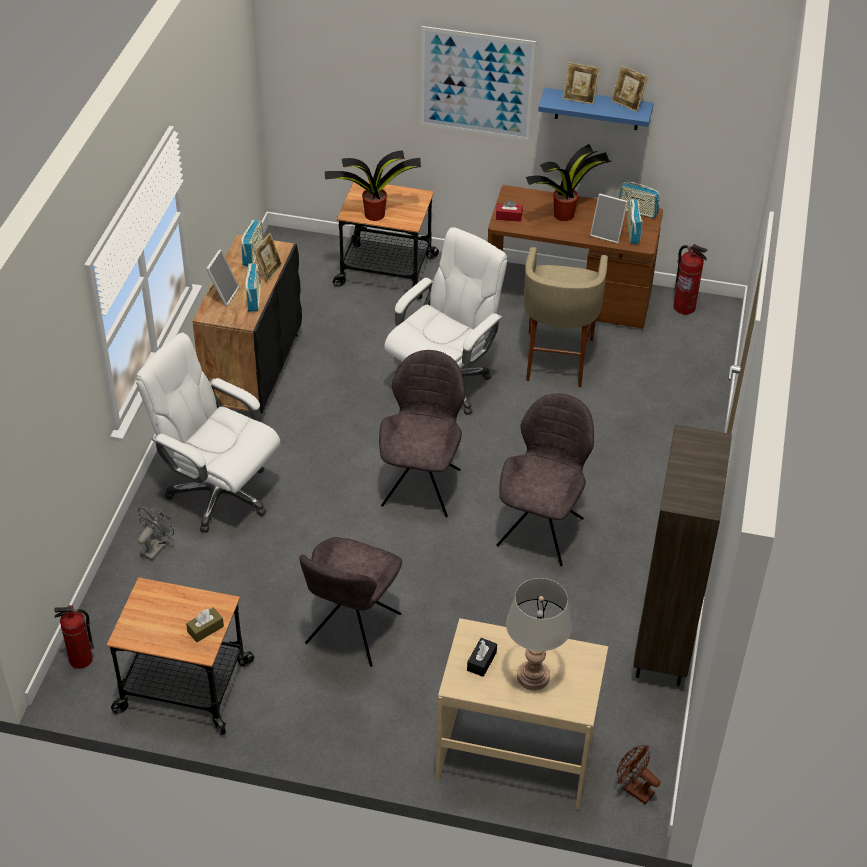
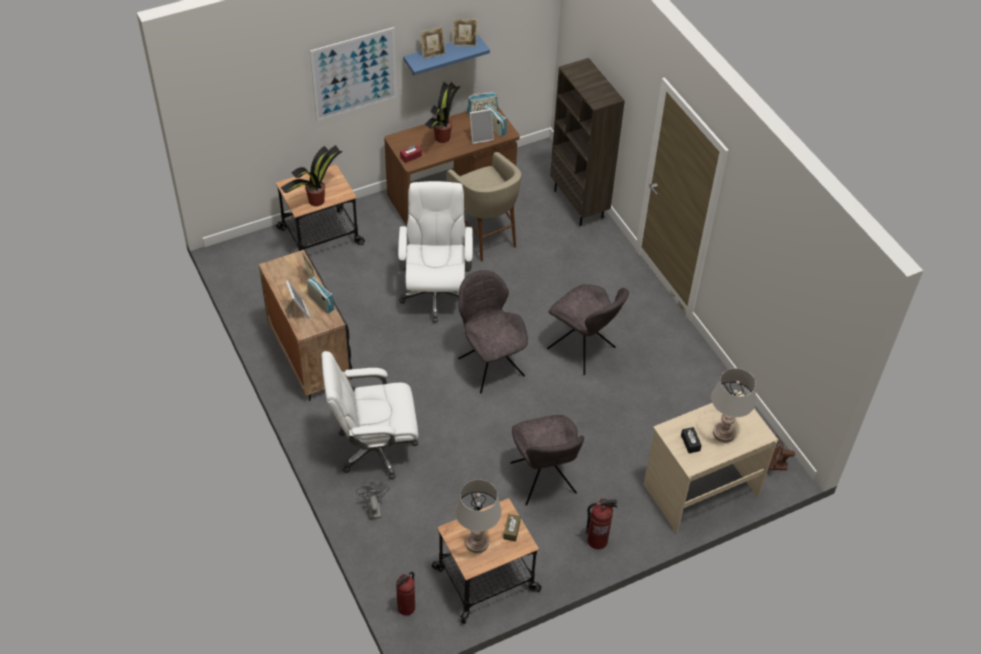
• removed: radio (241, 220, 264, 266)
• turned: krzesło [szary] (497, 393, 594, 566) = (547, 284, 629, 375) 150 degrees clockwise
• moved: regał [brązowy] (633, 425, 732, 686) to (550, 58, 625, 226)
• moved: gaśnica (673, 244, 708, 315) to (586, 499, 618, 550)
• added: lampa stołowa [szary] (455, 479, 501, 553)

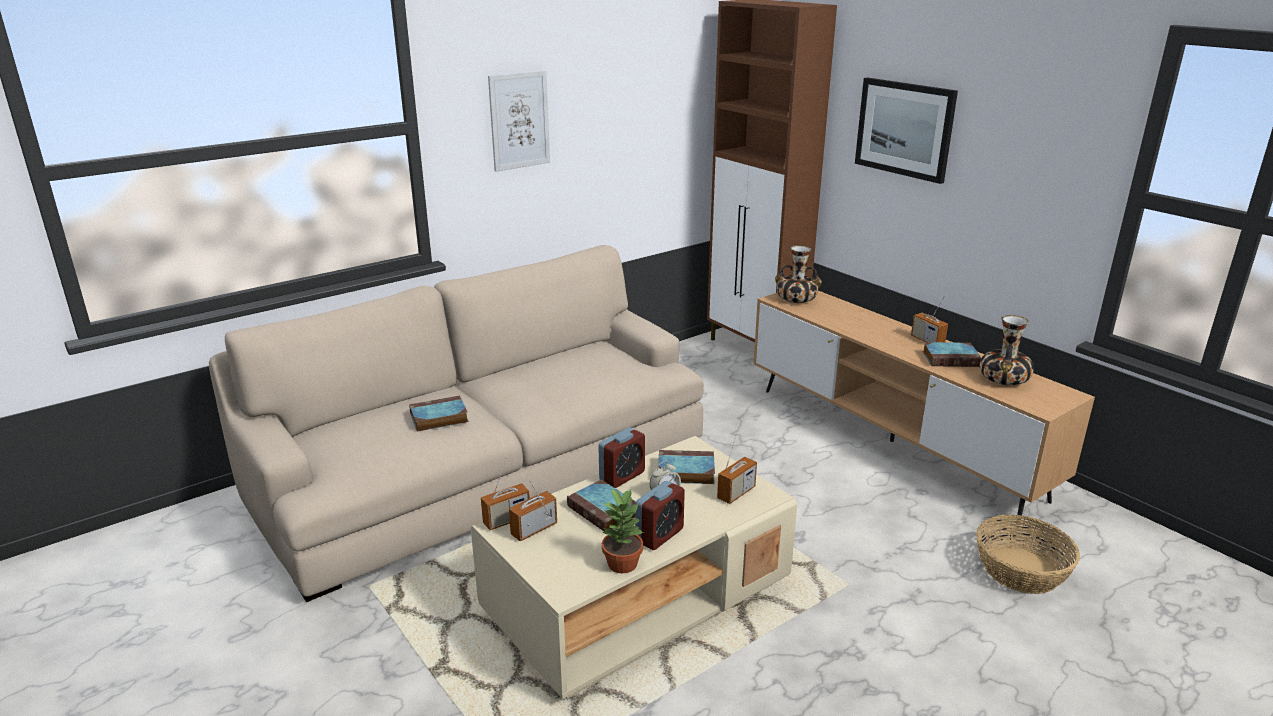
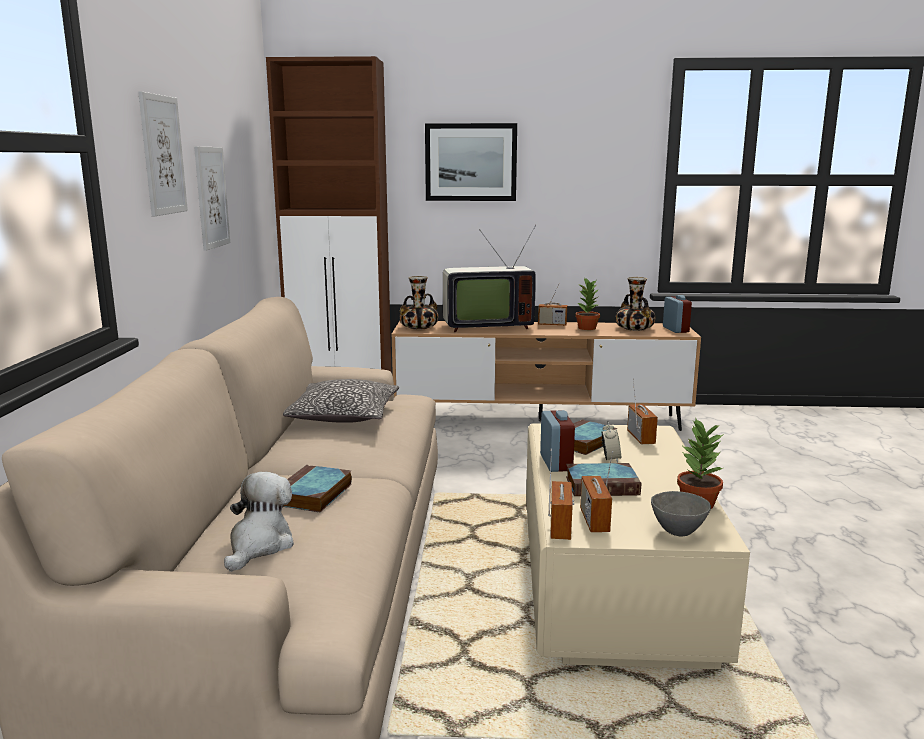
• moved: budzik (635, 481, 685, 550) to (663, 295, 692, 333)
• replaced: książka (923, 342, 981, 367) to roślina doniczkowa (575, 278, 600, 330)
• removed: koszyk (976, 515, 1080, 594)
• added: obraz (194, 146, 230, 251)
• added: pluszak (224, 472, 294, 572)
• added: poduszka (283, 379, 399, 423)
• added: telewizor (443, 225, 536, 332)
• added: miska [szary] (651, 491, 711, 536)

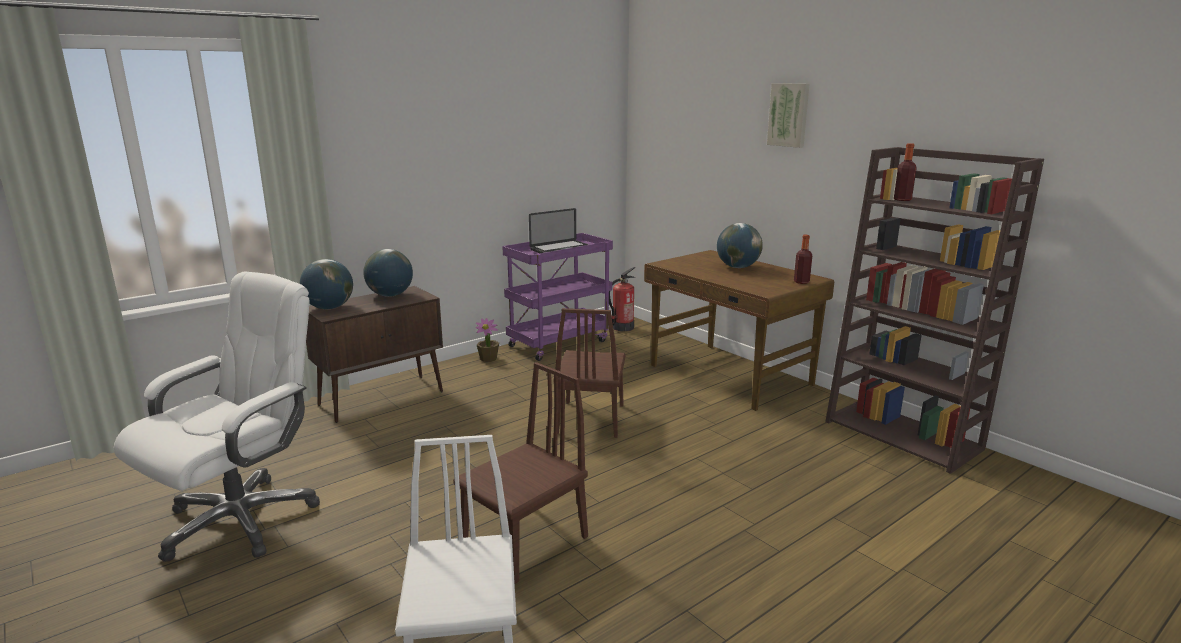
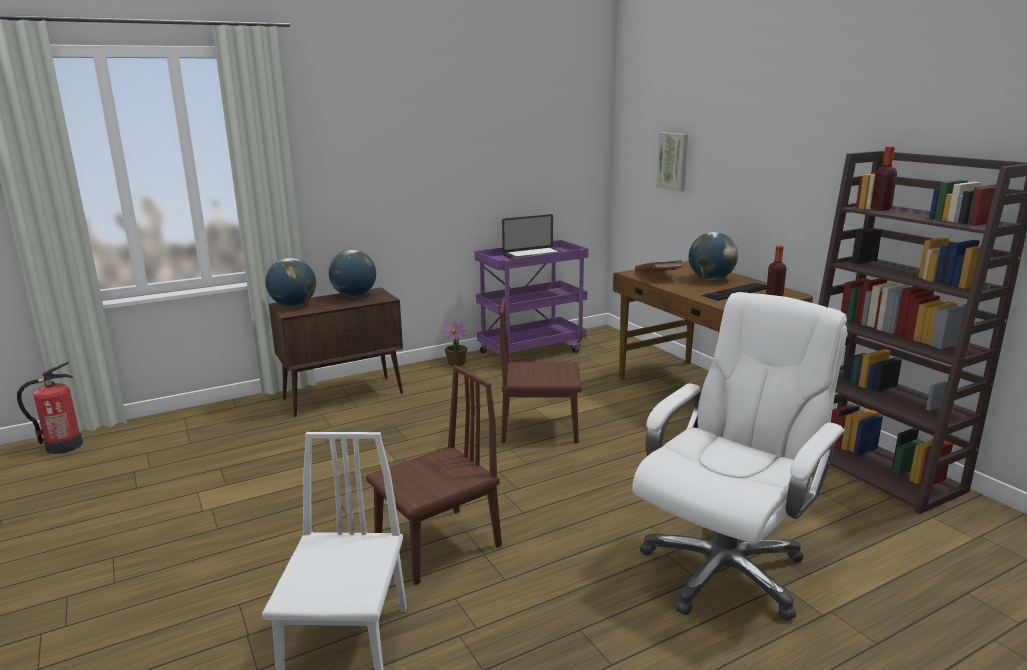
• moved: krzesło biurowe [biały] (114, 272, 320, 562) to (632, 292, 847, 621)
• turned: krzesło [brązowy] (553, 308, 626, 438) = (500, 298, 582, 443) 75 degrees clockwise
• moved: gaśnica (609, 267, 635, 331) to (17, 362, 83, 454)
• moved: obraz (767, 83, 809, 148) to (656, 132, 688, 192)
• added: książka [brązowy] (635, 260, 682, 272)
• added: klawiatura (702, 283, 767, 301)

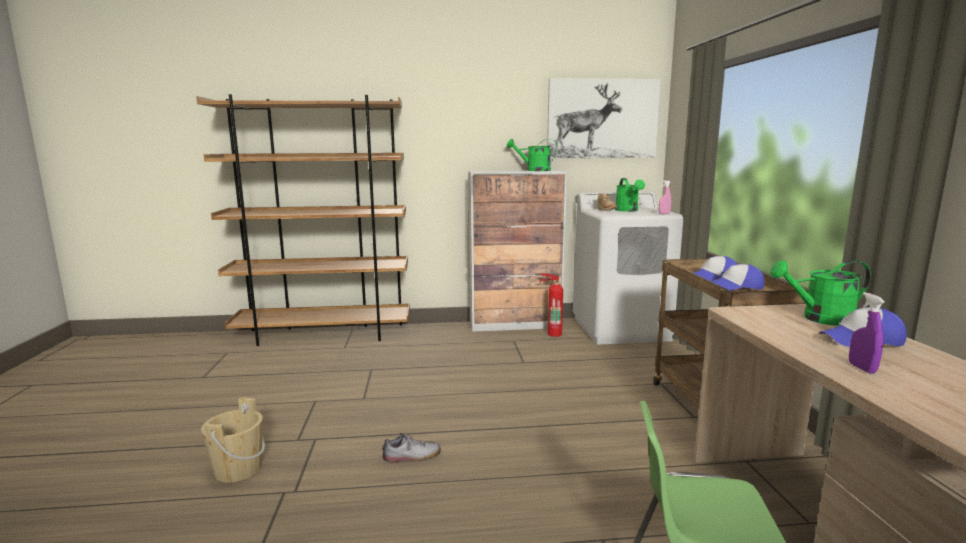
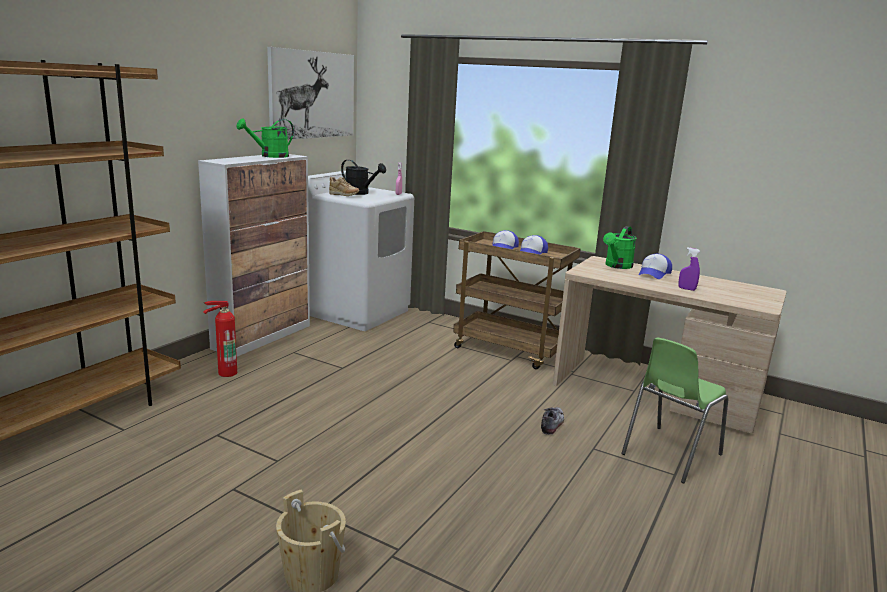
• moved: but (382, 433, 441, 463) to (541, 407, 564, 435)
• moved: gaśnica (540, 273, 563, 337) to (203, 301, 237, 377)
• recoloured: konewka [zielony] (615, 178, 645, 212) to konewka [czarny] (341, 160, 386, 195)

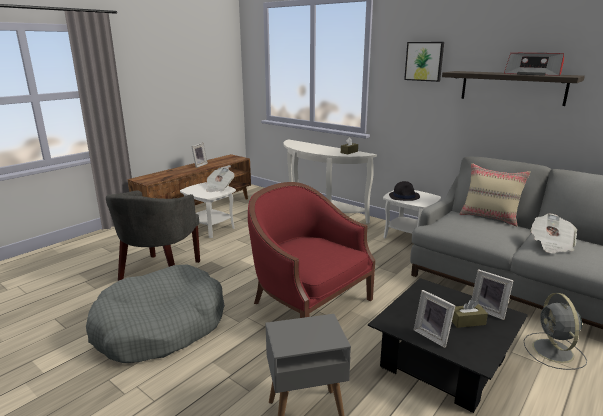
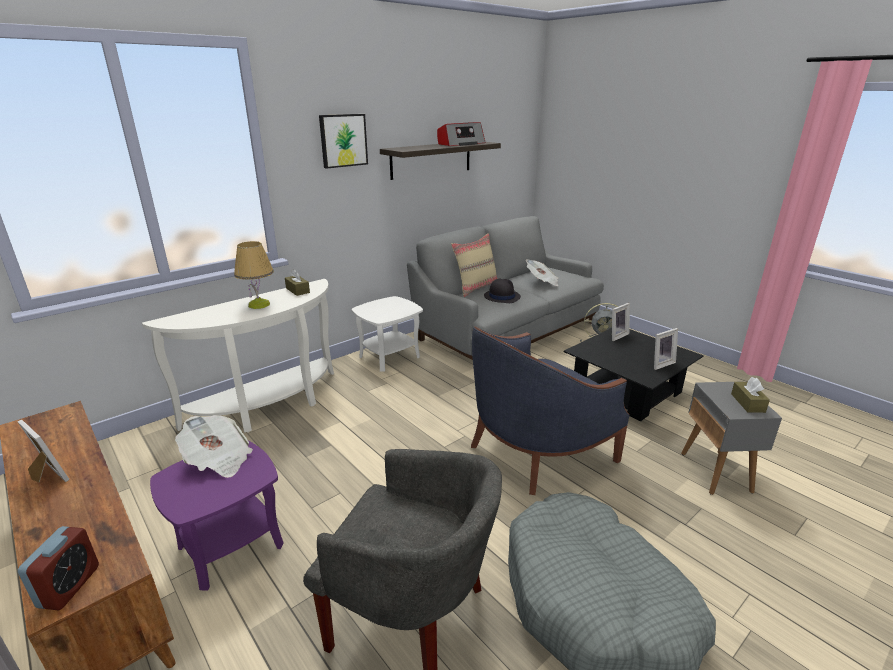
• recoloured: stolik [biały] (180, 182, 236, 238) to stolik [fioletowy] (150, 441, 284, 591)
• recoloured: fotel [czerwony] (248, 182, 375, 318) to fotel [niebieski] (471, 326, 630, 495)
• moved: kapelusz [czarny] (389, 181, 420, 201) to (484, 279, 521, 303)
• moved: pudełko chusteczek [brązowy] (452, 299, 488, 328) to (731, 377, 770, 413)
• added: budzik (18, 526, 99, 611)
• added: lampa stołowa (234, 241, 274, 309)

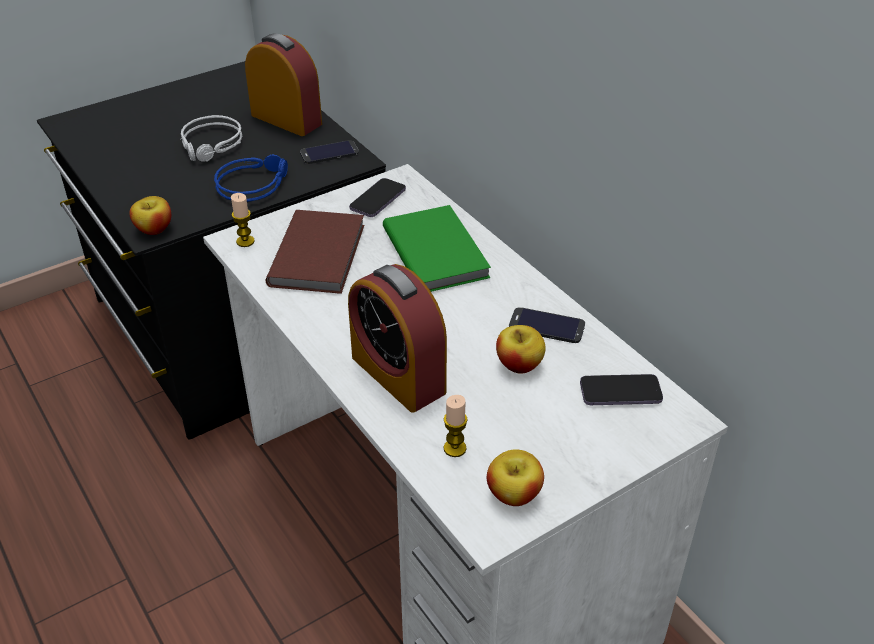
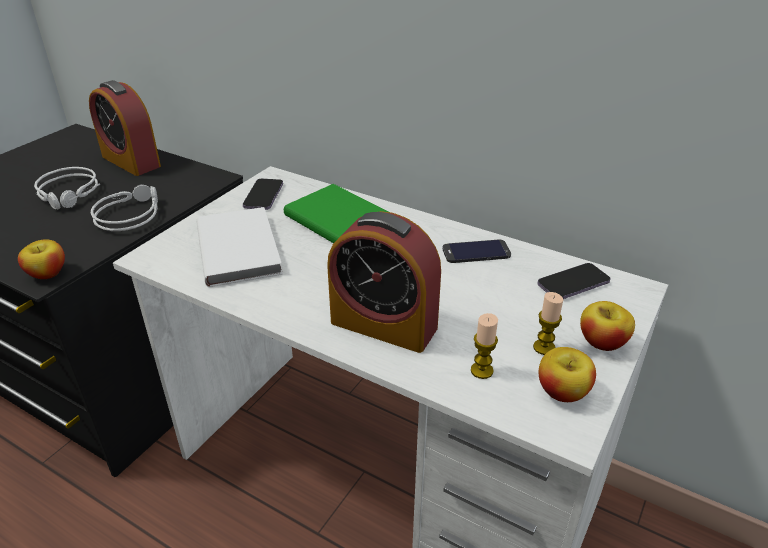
• recoloured: słuchawki [niebieski] (214, 154, 288, 202) to słuchawki [szary] (91, 184, 158, 231)
• moved: świeca (231, 193, 255, 247) to (533, 292, 563, 355)
• turned: budzik (245, 34, 322, 136) = (89, 80, 161, 176) 150 degrees counterclockwise
• recoloured: książka [brązowy] (266, 210, 364, 294) to książka [biały] (196, 207, 283, 287)
• removed: telefon (300, 140, 359, 164)
• moved: jabłko (496, 325, 546, 374) to (580, 301, 635, 351)

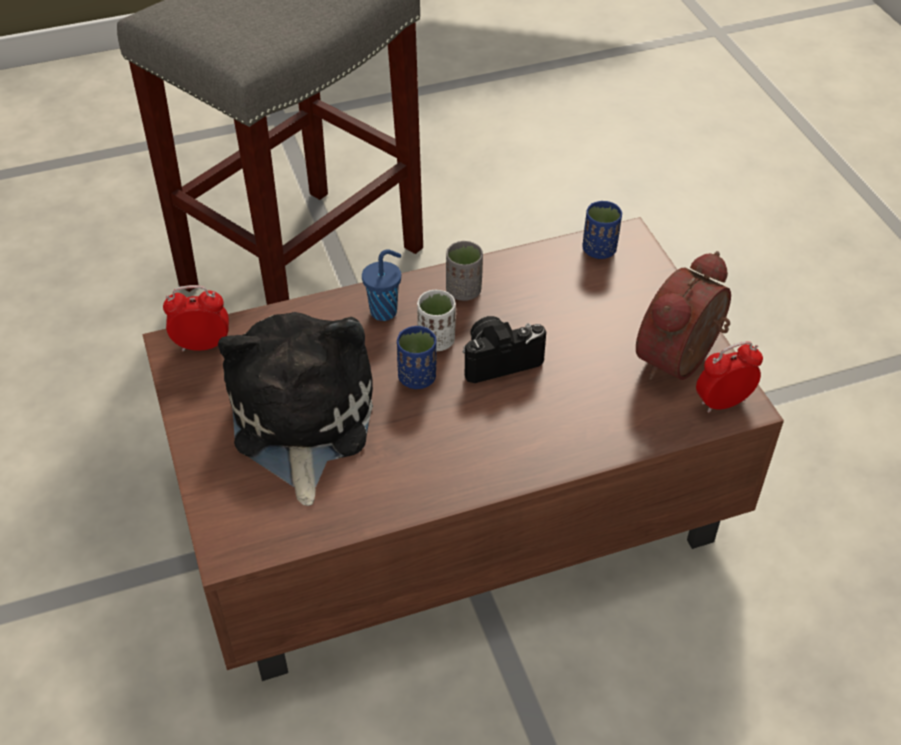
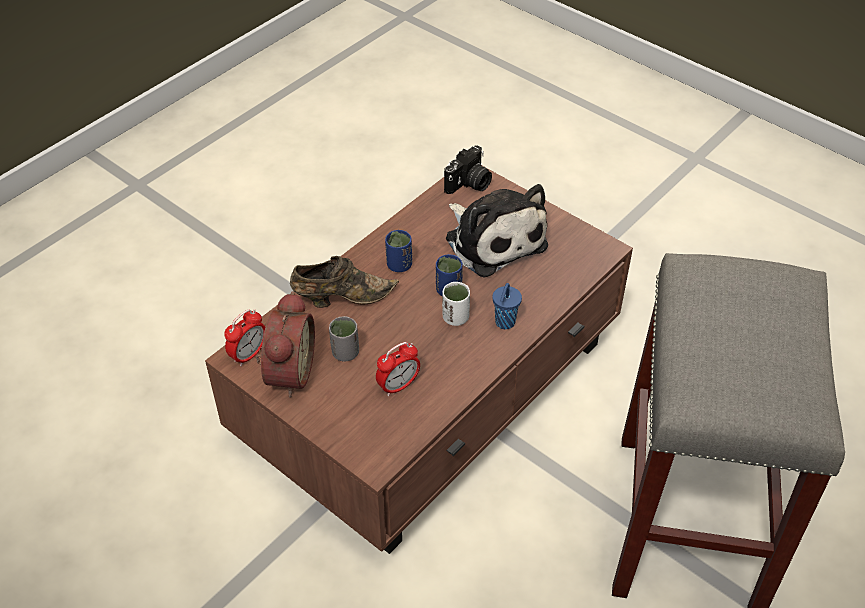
• moved: budzik (163, 285, 229, 351) to (376, 342, 420, 396)
• moved: filiżanka [szary] (446, 241, 483, 301) to (329, 316, 359, 361)
• moved: aparat fotograficzny (463, 316, 546, 383) to (444, 146, 492, 194)
• moved: filiżanka [niebieski] (582, 201, 622, 259) to (385, 230, 412, 272)
• added: but [brązowy] (290, 256, 399, 308)

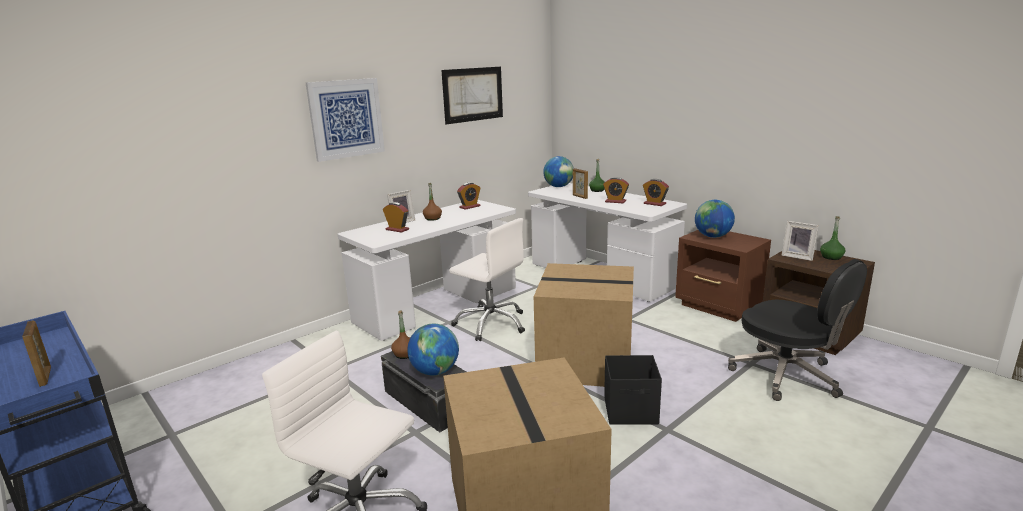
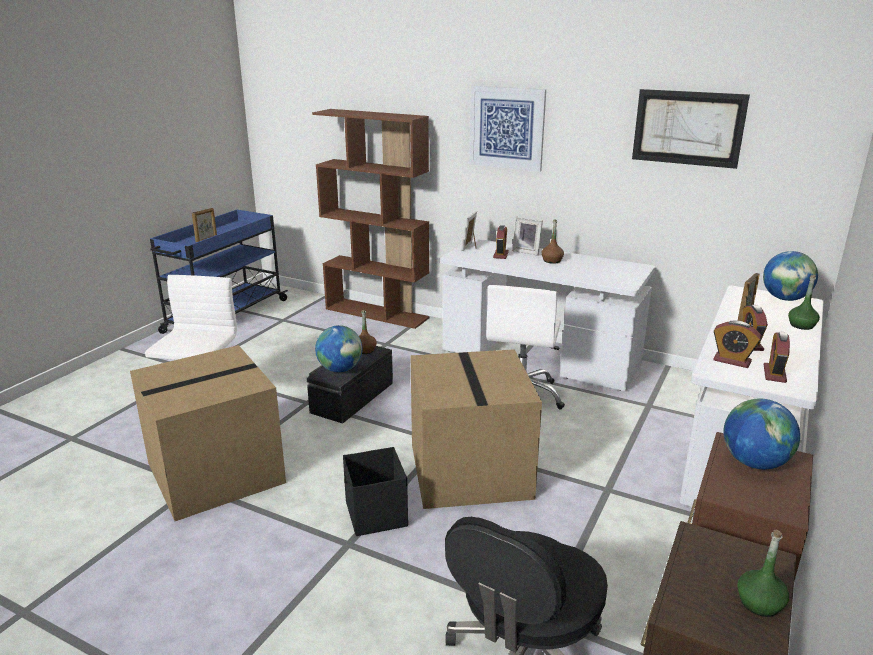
• moved: budzik (457, 182, 480, 210) to (713, 320, 762, 368)
• moved: ramka na zdjęcie (781, 221, 819, 261) to (461, 211, 477, 251)
• added: regał [brązowy] (312, 109, 430, 329)

